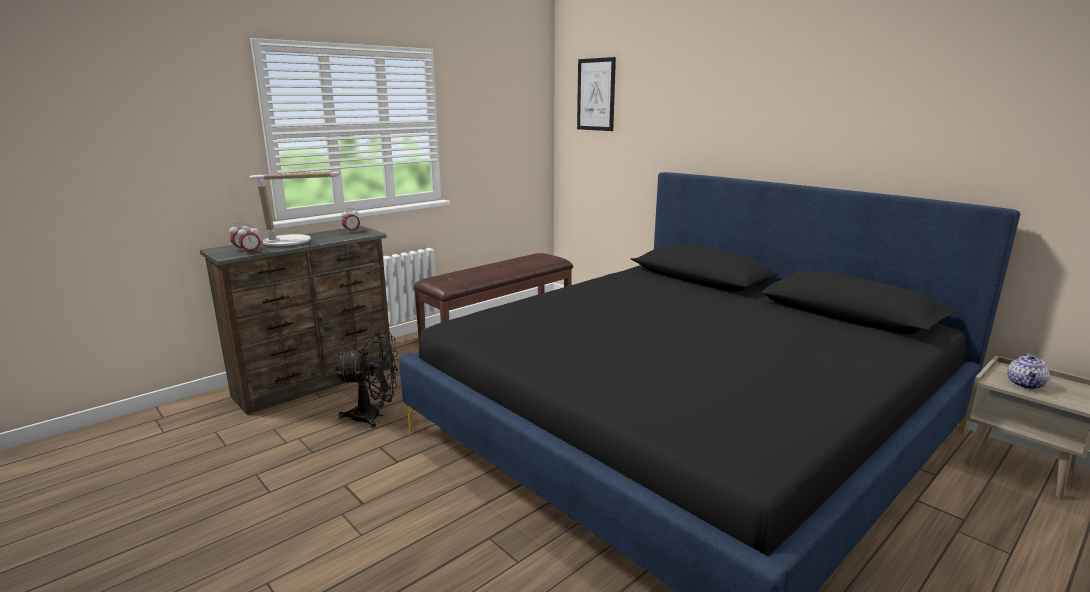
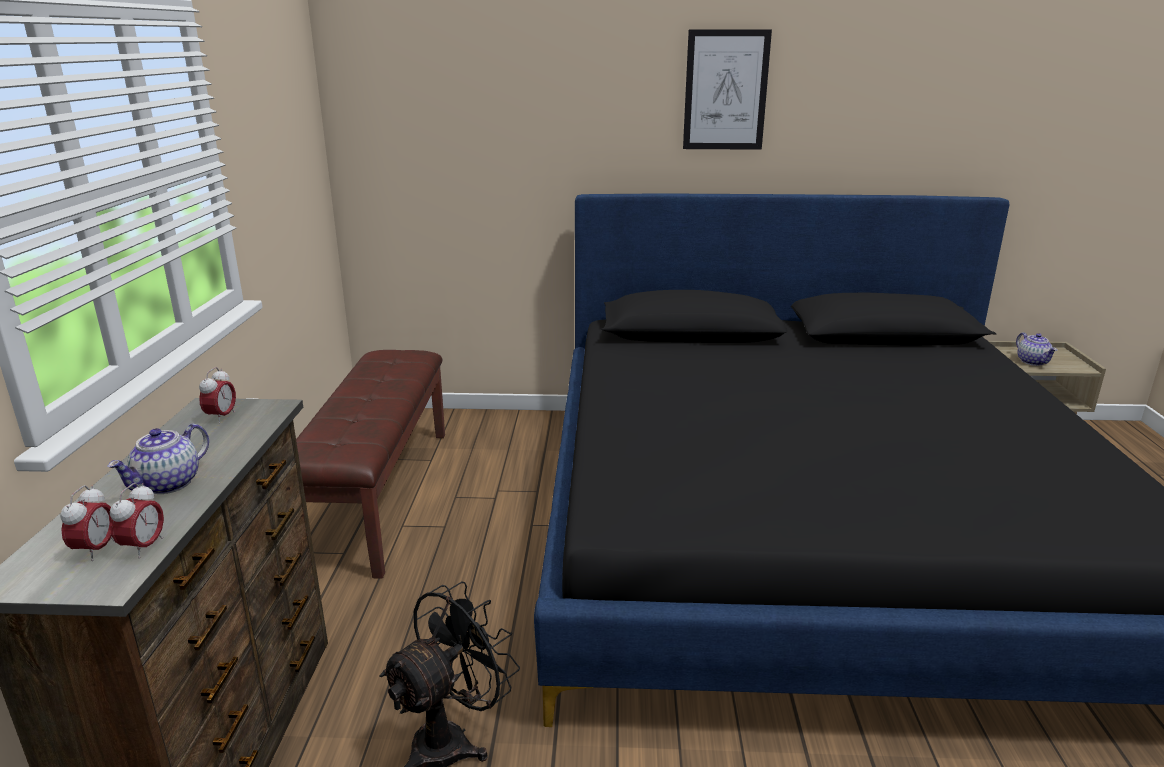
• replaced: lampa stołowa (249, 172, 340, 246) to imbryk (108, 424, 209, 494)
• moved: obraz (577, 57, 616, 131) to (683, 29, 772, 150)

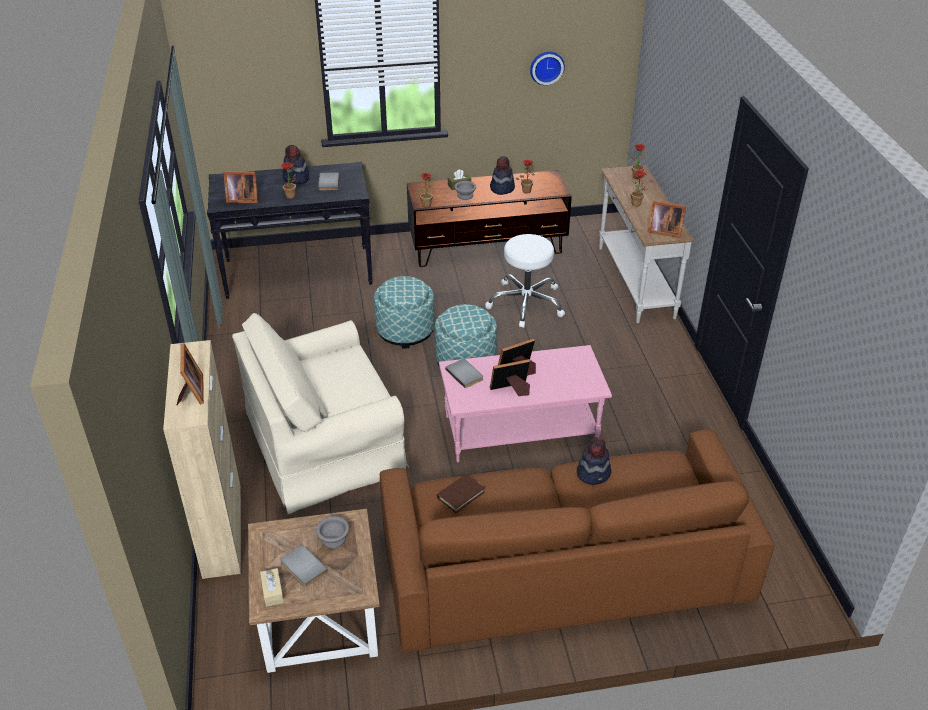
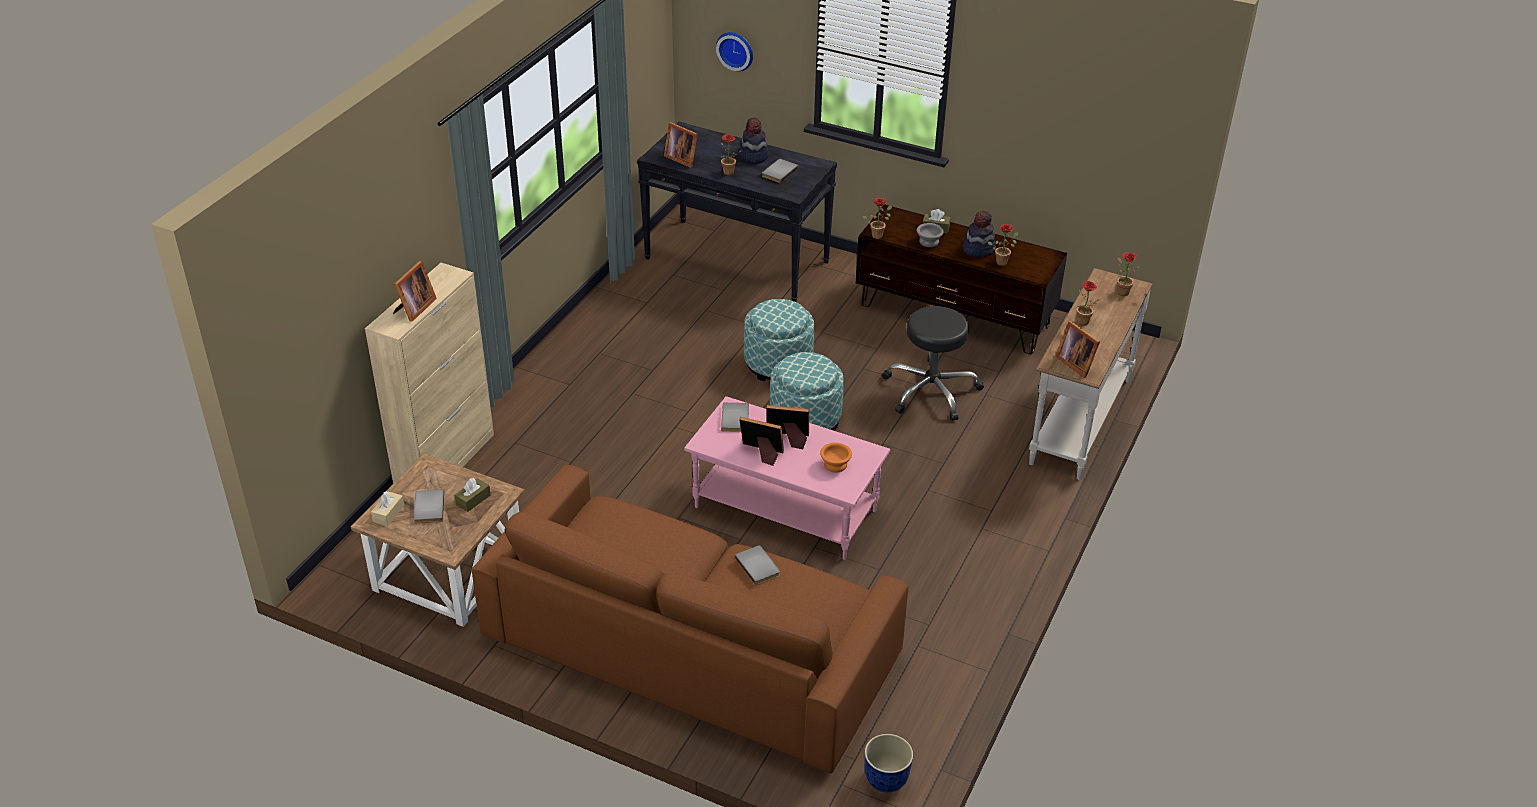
• removed: fotel [beżowy] (232, 313, 409, 514)
• replaced: miska [szary] (316, 516, 349, 548) to pudełko chusteczek [brązowy] (454, 478, 491, 512)
• removed: książka [brązowy] (437, 474, 485, 513)
• recoloured: stołek [biały] (485, 234, 565, 328) to stołek [czarny] (882, 306, 984, 421)
• moved: zegar ścienny (530, 52, 565, 85) to (716, 32, 753, 71)
• replaced: kapelusz (577, 437, 611, 485) to książka [szary] (735, 545, 780, 585)
• added: miska [pomarańczowy] (820, 442, 852, 473)
• added: donica (864, 734, 913, 792)

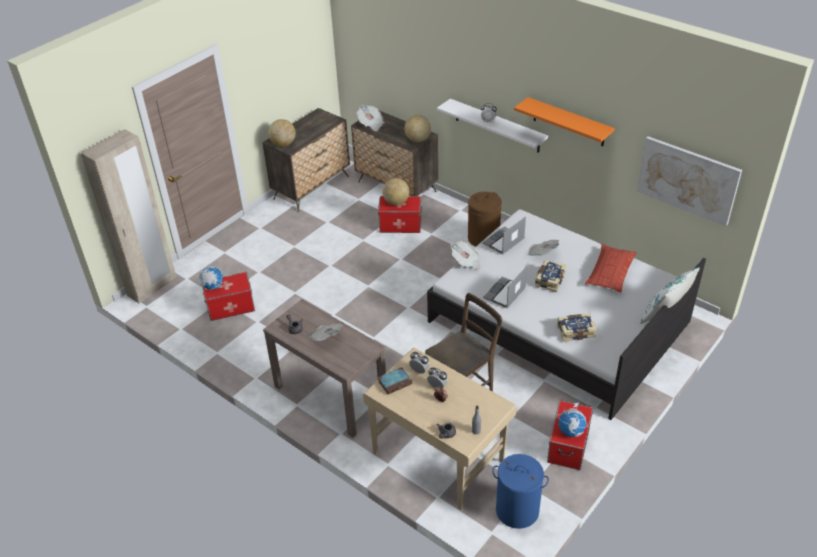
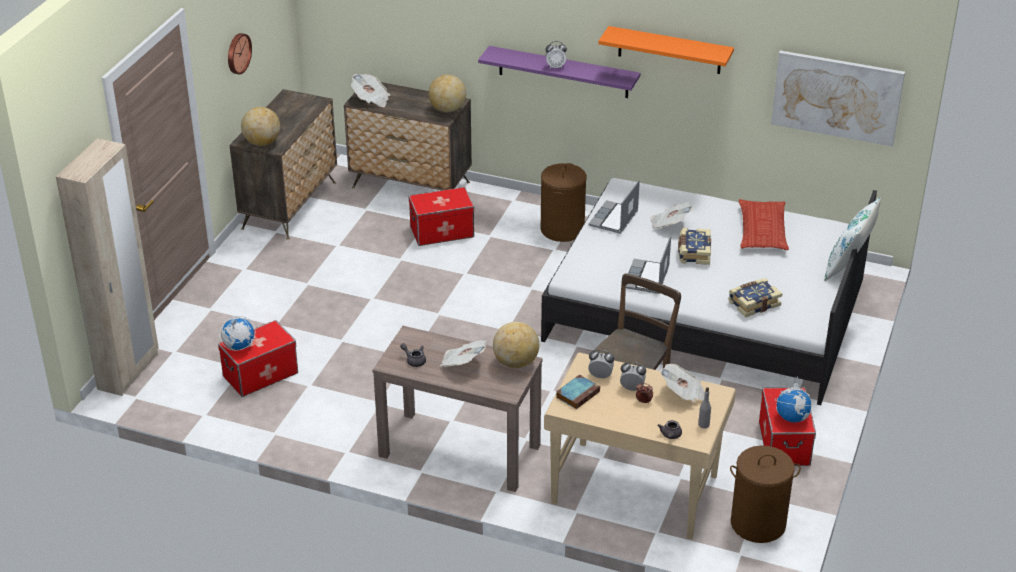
• moved: globus (382, 178, 409, 205) to (493, 322, 539, 368)
• recoloured: półka [biały] (437, 99, 548, 153) to półka [fioletowy] (478, 46, 640, 98)
• moved: gazeta (451, 241, 481, 269) to (659, 364, 705, 402)
• recoloured: kosz na pranie [niebieski] (492, 454, 549, 529) to kosz na pranie [brązowy] (730, 446, 801, 543)
• added: zegar ścienny (228, 33, 252, 75)

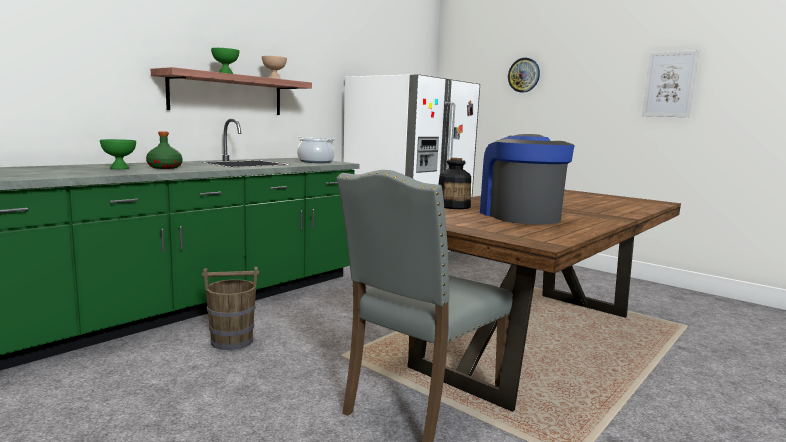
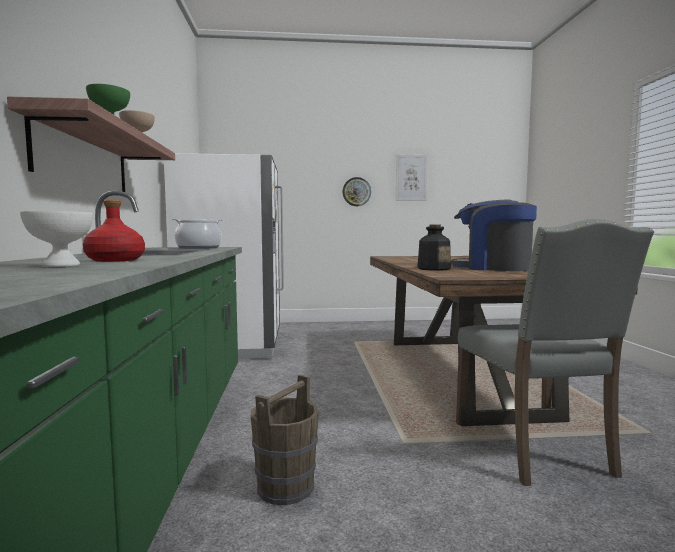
• recoloured: miska [zielony] (100, 139, 136, 169) to miska [biały] (20, 211, 93, 267)
• recoloured: butelka [zielony] (146, 131, 183, 169) to butelka [czerwony] (83, 200, 145, 262)
• moved: zegar ścienny (508, 58, 540, 92) to (343, 177, 371, 206)

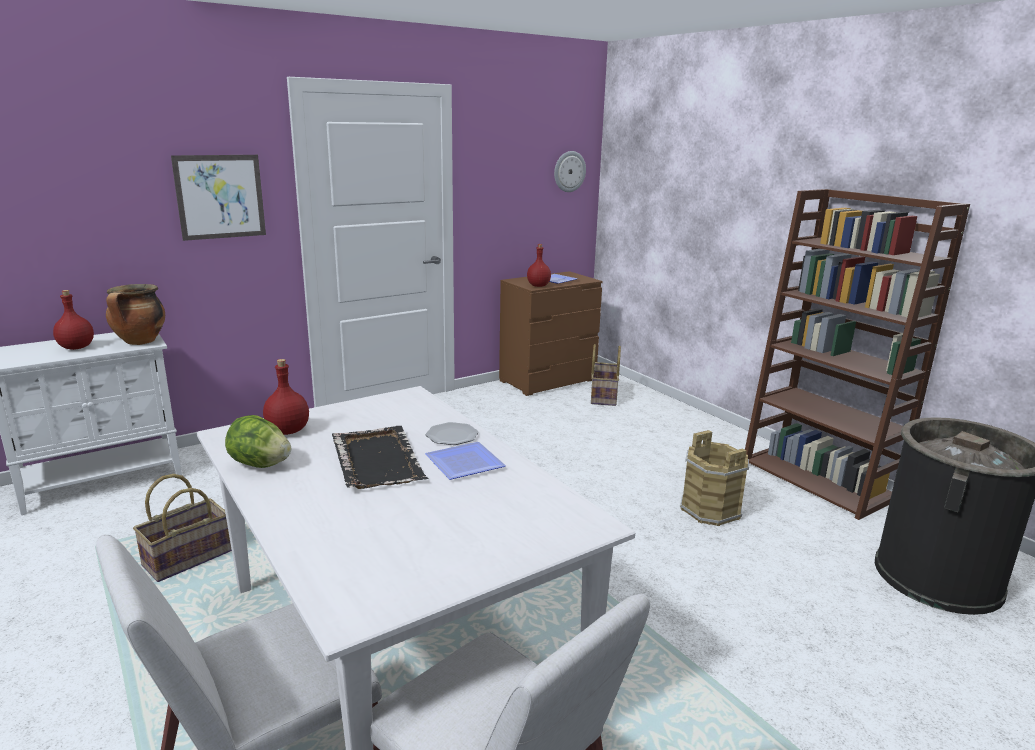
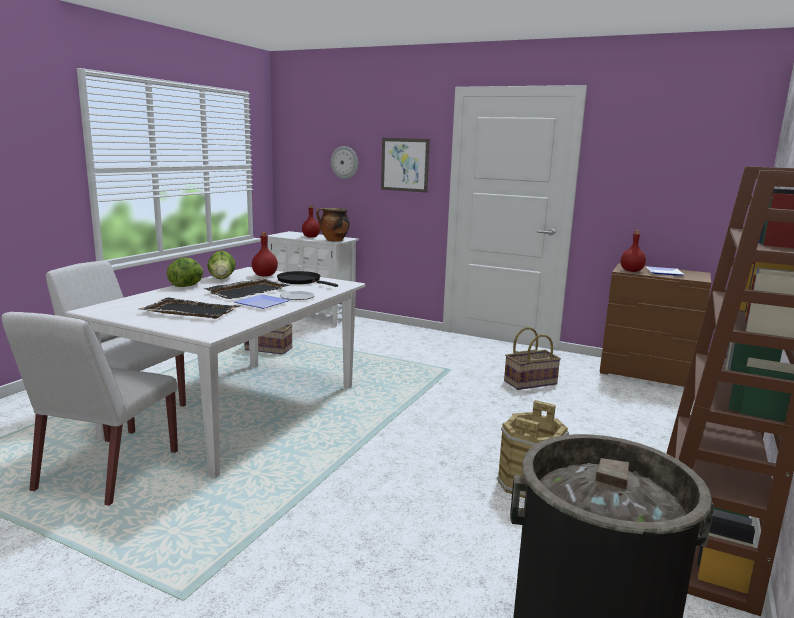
• moved: zegar ścienny (554, 151, 586, 192) to (331, 146, 358, 179)
• moved: koszyk (591, 344, 621, 406) to (504, 327, 561, 390)
• added: taca [czarny] (139, 297, 241, 319)
• added: sałata (167, 257, 203, 287)
• added: patelnia [czarny] (277, 271, 338, 287)

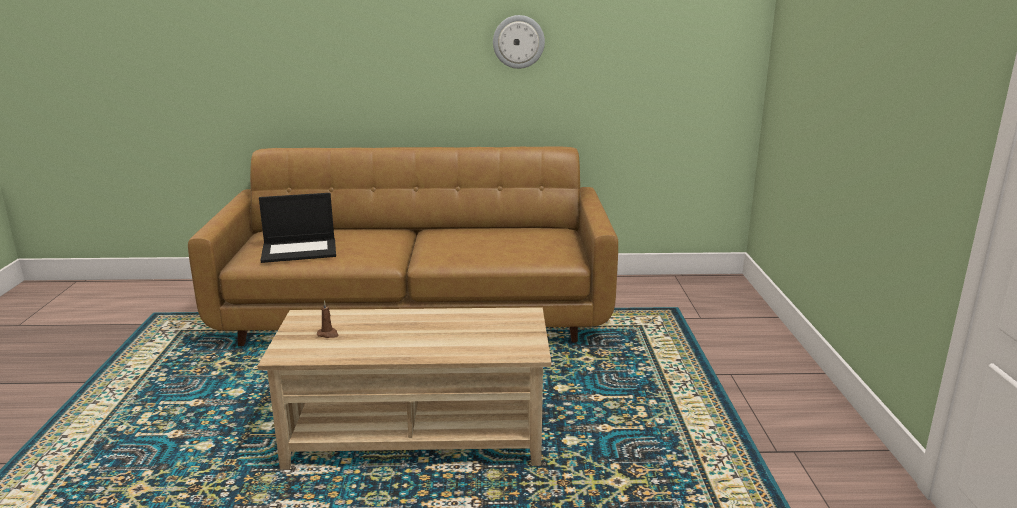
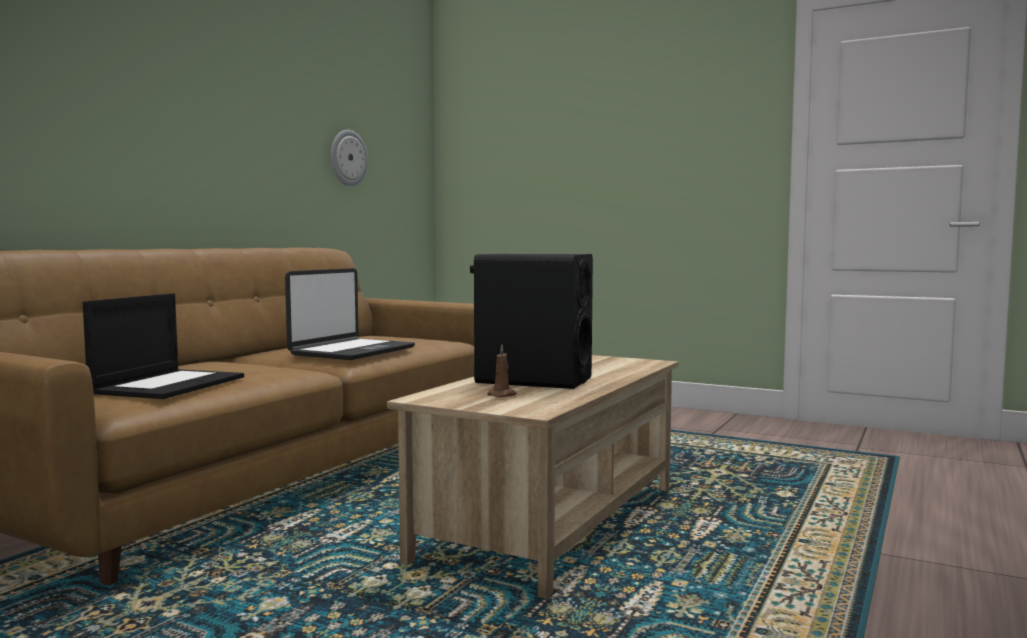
• moved: zegar ścienny (493, 15, 545, 69) to (331, 130, 368, 186)
• added: laptop (285, 268, 415, 360)
• added: głośnik [czarny] (470, 254, 593, 389)

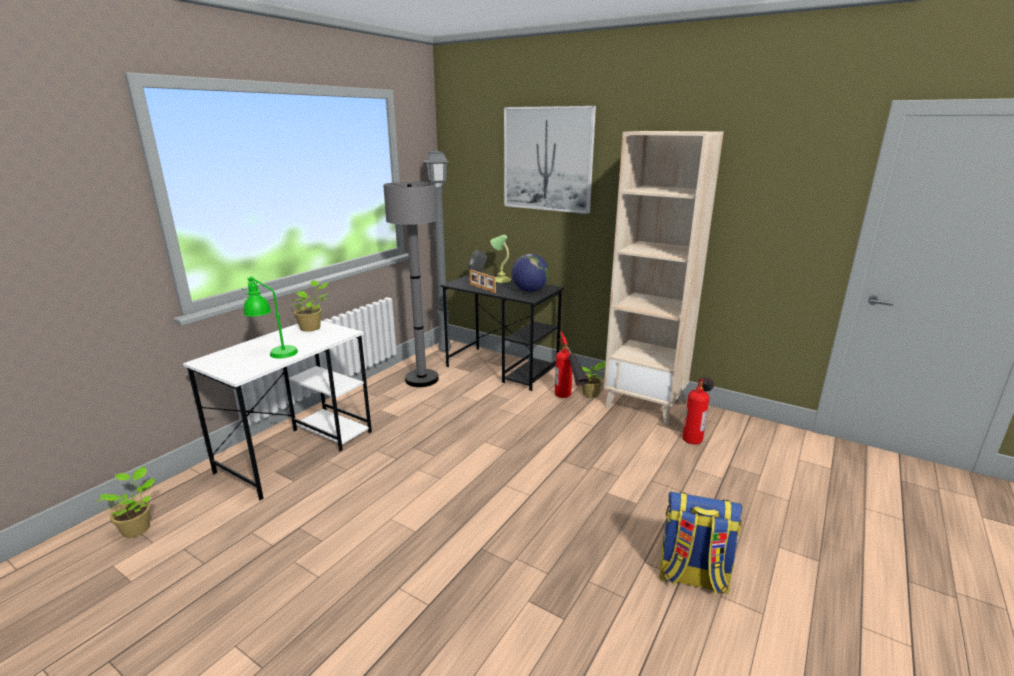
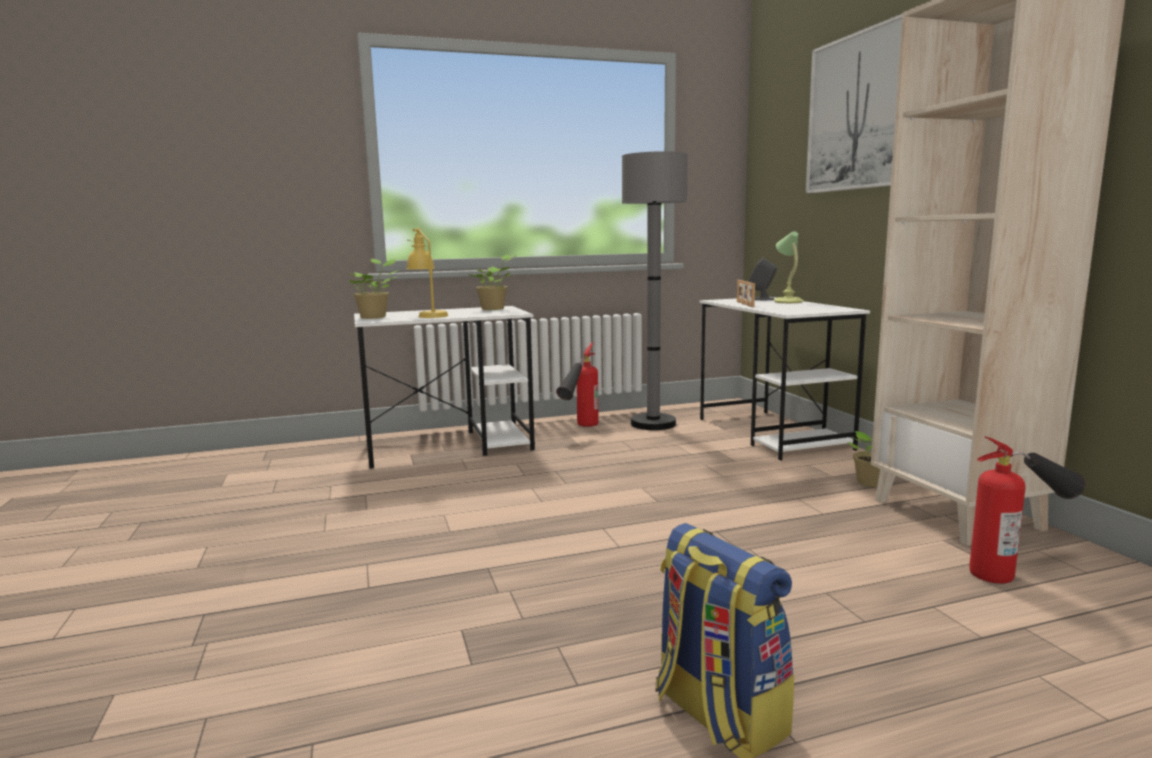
• moved: roślina doniczkowa (95, 466, 156, 538) to (348, 259, 399, 319)
• recoloured: lampa stołowa [zielony] (241, 276, 298, 359) to lampa stołowa [żółty] (406, 228, 448, 318)
• removed: lampa stojąca [szary] (423, 150, 451, 352)
• recoloured: biurko [czarny] (440, 274, 564, 391) to biurko [biały] (700, 297, 870, 461)
• removed: globus (512, 254, 549, 292)
• moved: gaśnica (555, 332, 589, 398) to (556, 342, 599, 427)

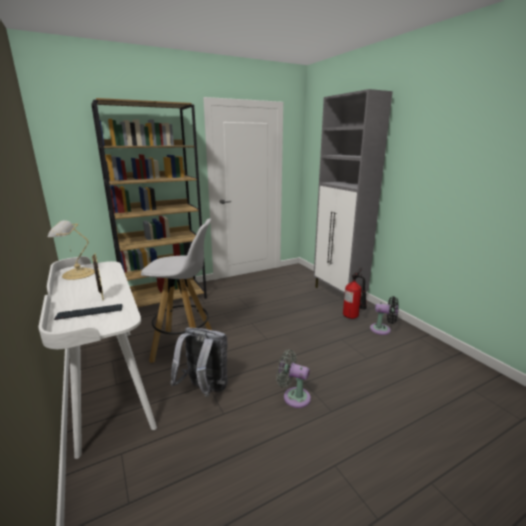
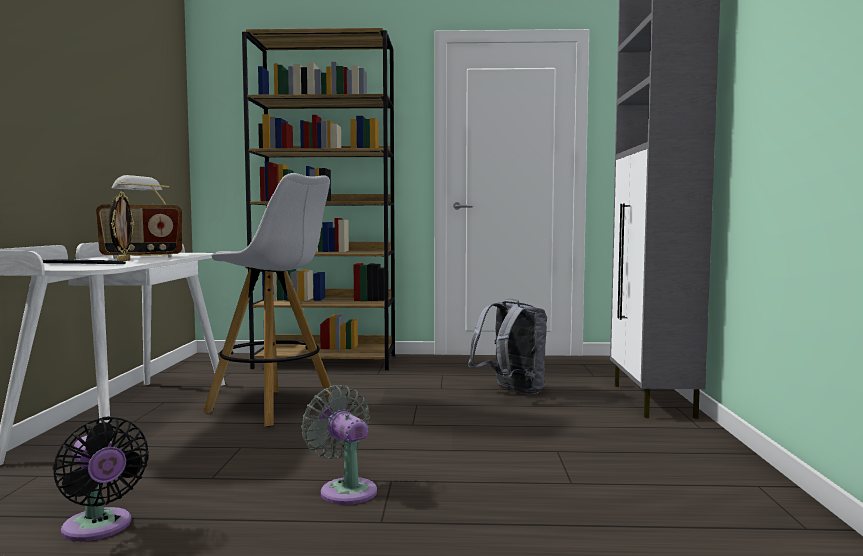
• moved: plecak [szary] (171, 327, 228, 398) to (468, 299, 547, 395)
• removed: gaśnica (343, 268, 367, 319)
• moved: wentylator [czarny] (370, 296, 399, 335) to (52, 416, 149, 541)
• added: radio (96, 204, 182, 259)

